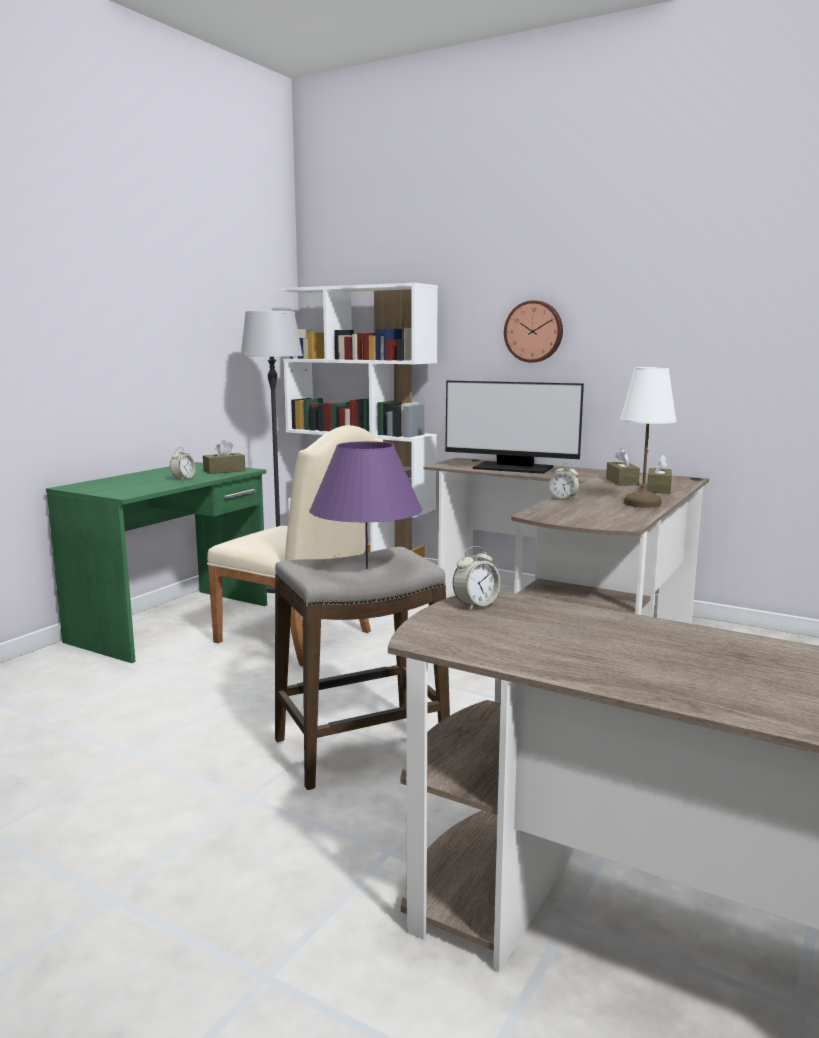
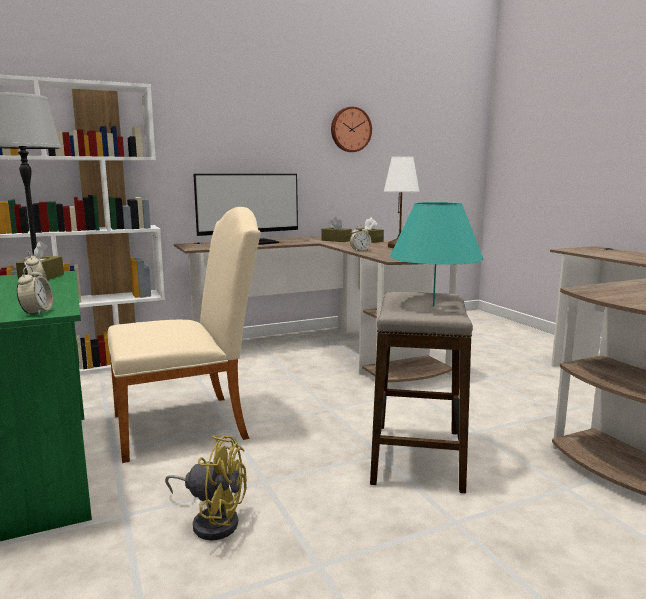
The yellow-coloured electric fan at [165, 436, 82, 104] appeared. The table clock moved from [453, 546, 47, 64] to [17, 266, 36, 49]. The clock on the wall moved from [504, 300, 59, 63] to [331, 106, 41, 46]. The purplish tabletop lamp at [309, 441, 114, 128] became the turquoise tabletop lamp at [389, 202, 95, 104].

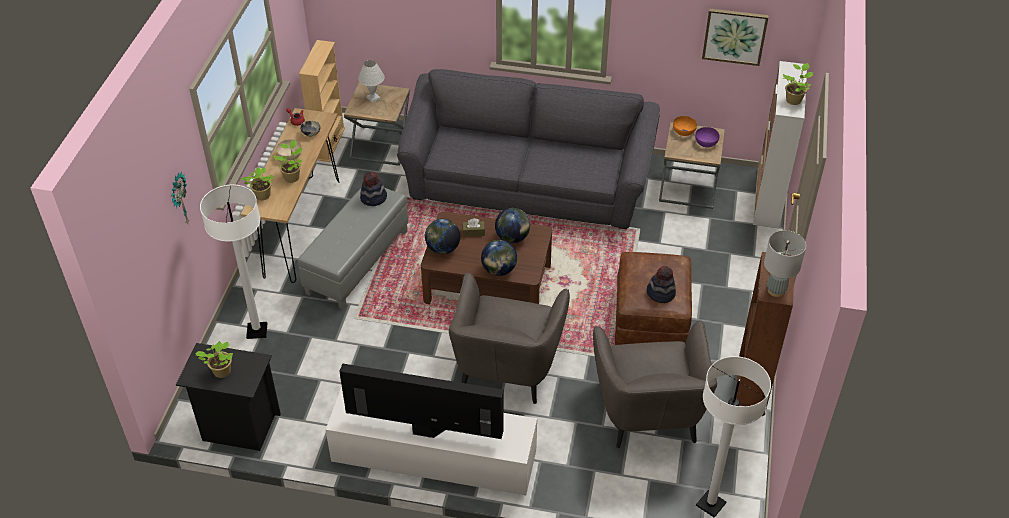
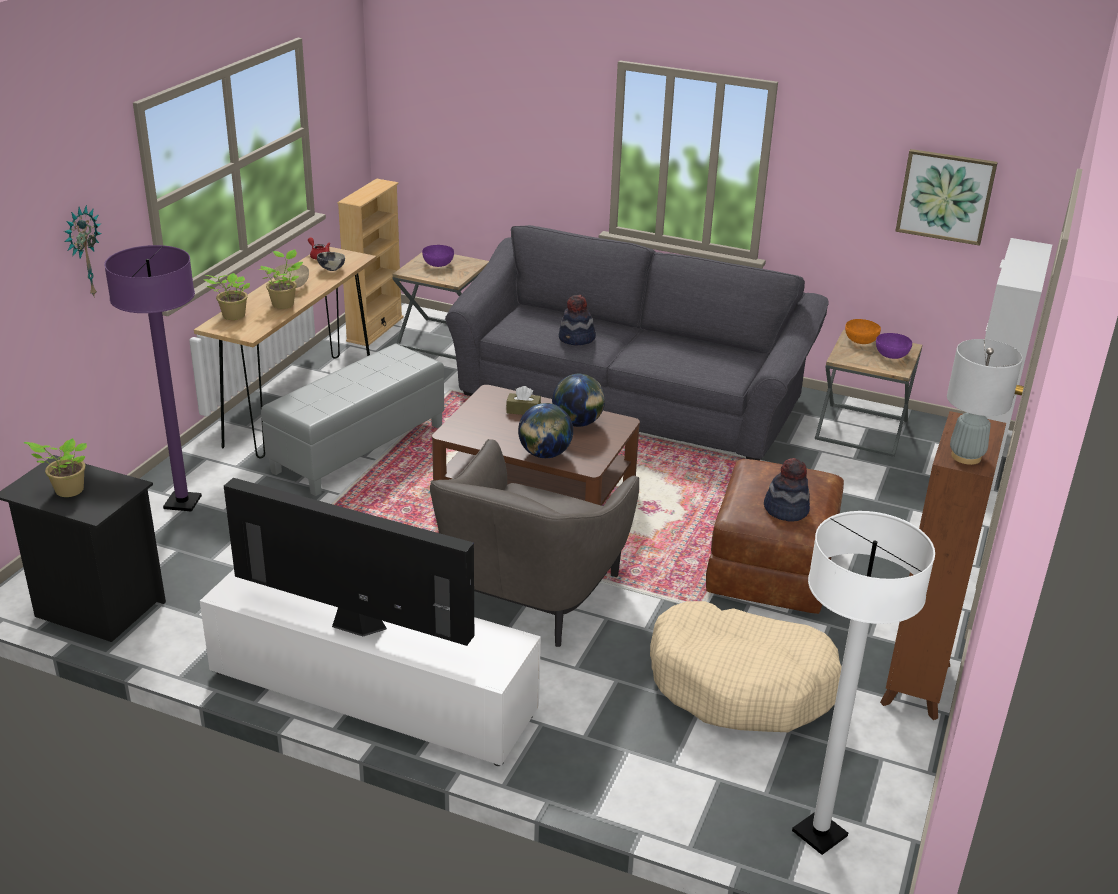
The desk globe at [425, 219, 35, 35] disappeared. The plant in a pot at [783, 63, 30, 42] disappeared. The wearable hat moved from [360, 172, 27, 34] to [559, 295, 37, 50]. The whitish tabletop lamp at [358, 60, 27, 43] was replaced by the purplish bowl at [422, 245, 32, 22]. The greyish easy chair at [593, 320, 124, 128] was replaced by the sand-coloured pet bed at [650, 601, 192, 131]. The whitish standing lamp at [200, 185, 67, 154] became the purplish standing lamp at [104, 245, 98, 267].

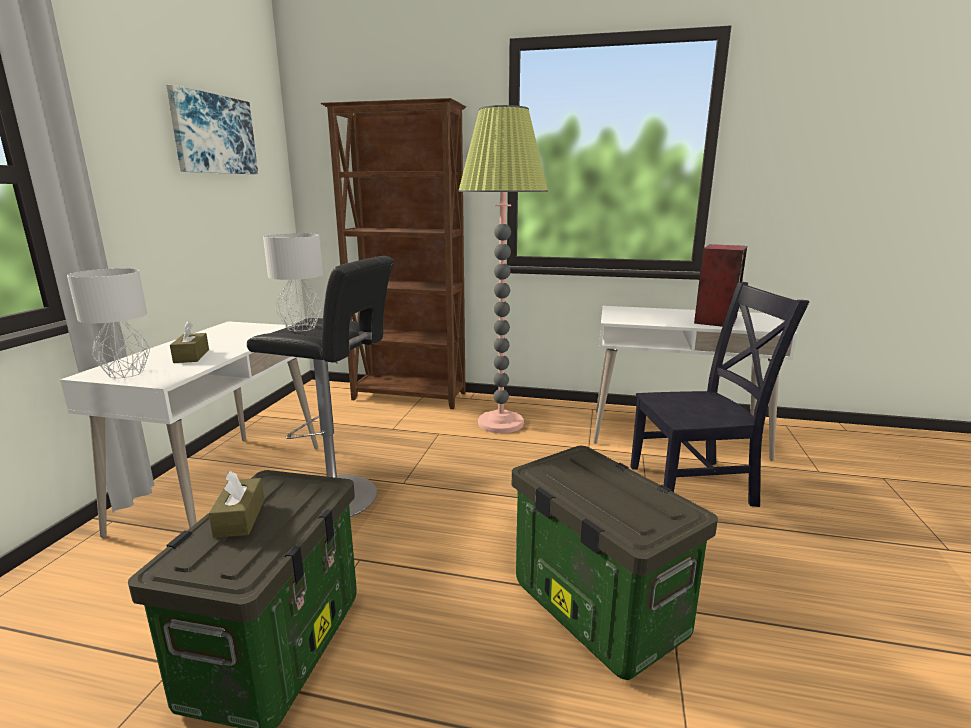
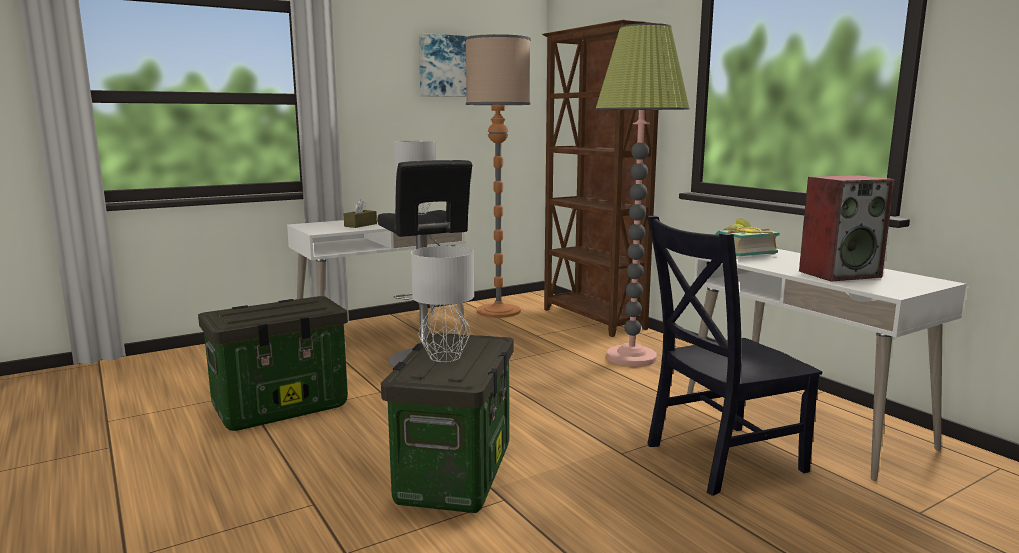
The brown tissue holder at [209, 471, 55, 67] disappeared. The standing lamp at [465, 34, 66, 284] appeared. The bound book at [715, 219, 65, 37] appeared. The greyish tabletop lamp moved from [67, 268, 83, 110] to [411, 246, 63, 116]. The blackish upright chair at [630, 282, 180, 225] turned 120 degrees clockwise.

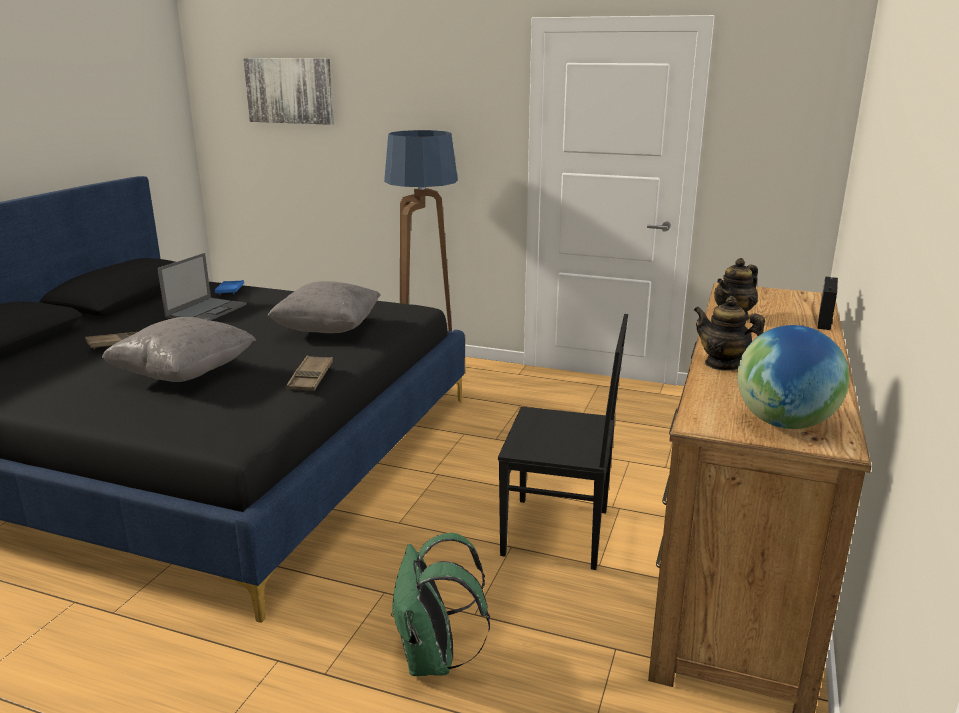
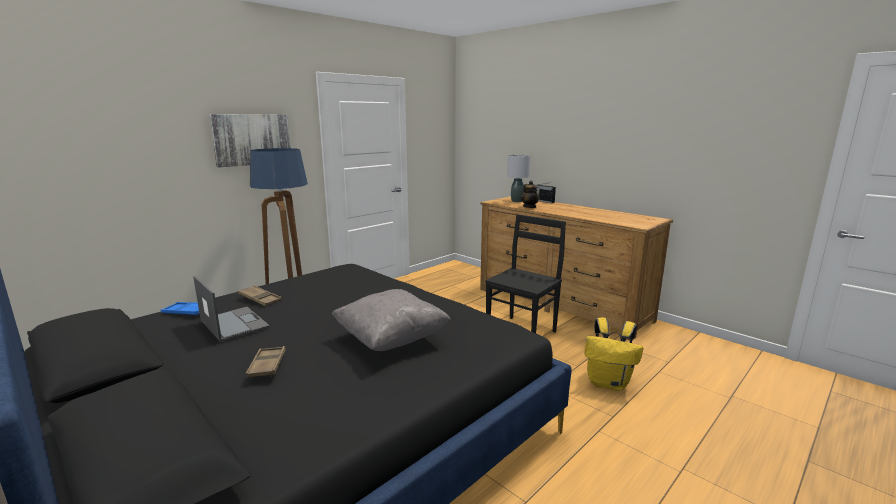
The greyish cushion at [267, 281, 114, 52] disappeared. The tea pot at [694, 296, 71, 75] disappeared. The desk globe at [737, 325, 112, 104] disappeared. The greyish tabletop lamp at [507, 155, 23, 47] appeared. The wall picture moved from [243, 58, 91, 67] to [209, 114, 82, 53]. The brown serving tray moved from [286, 355, 47, 36] to [238, 285, 44, 21]. The greenish backpack at [391, 533, 99, 143] became the yellow-coloured backpack at [585, 317, 58, 73].

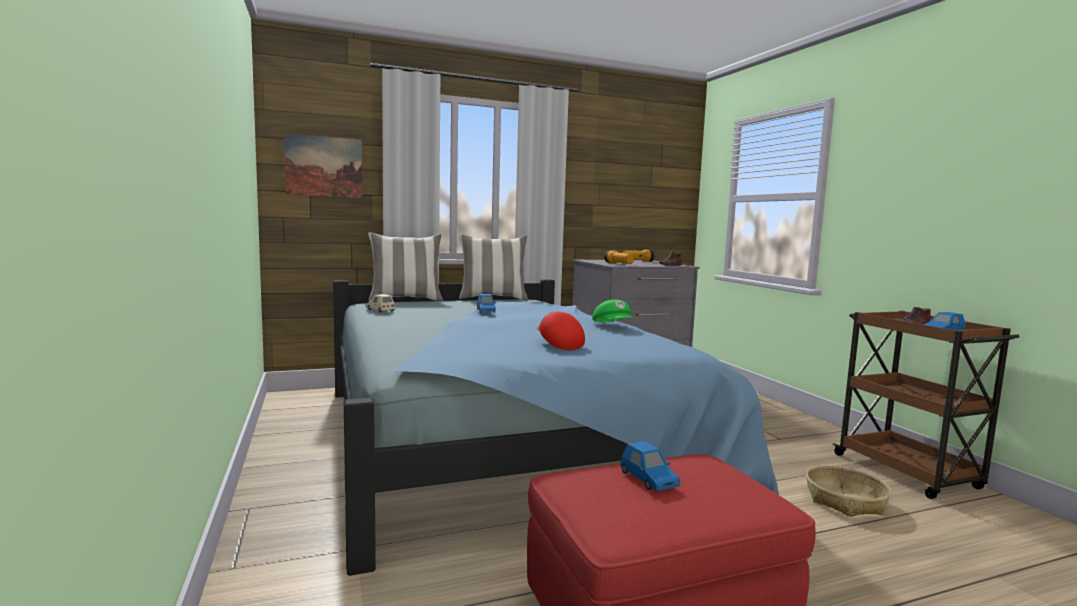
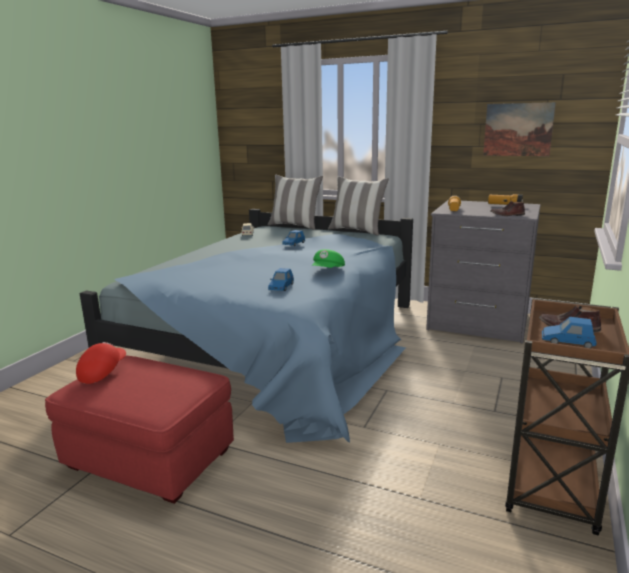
The basket at [806, 466, 85, 51] disappeared. The wall picture moved from [284, 134, 79, 64] to [483, 102, 73, 54]. The red baseball cap moved from [537, 311, 48, 39] to [76, 342, 50, 42]. The blue-coloured model car moved from [620, 441, 60, 50] to [268, 268, 26, 23].

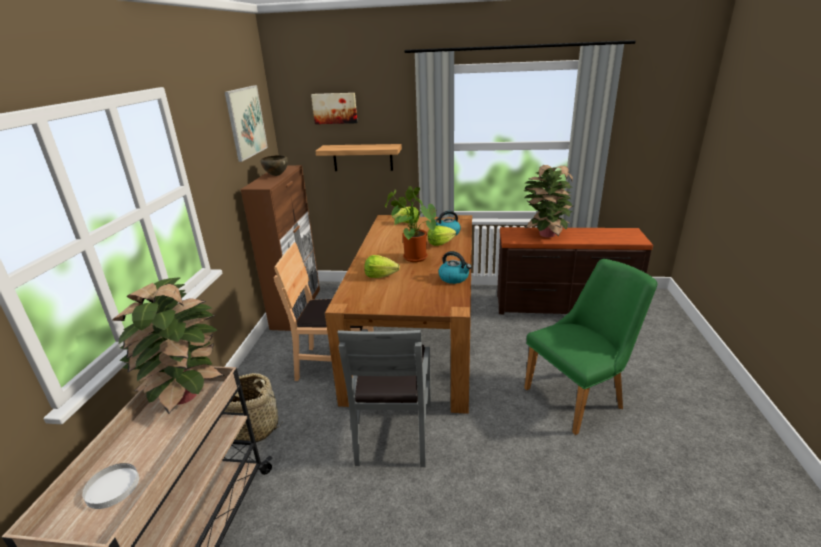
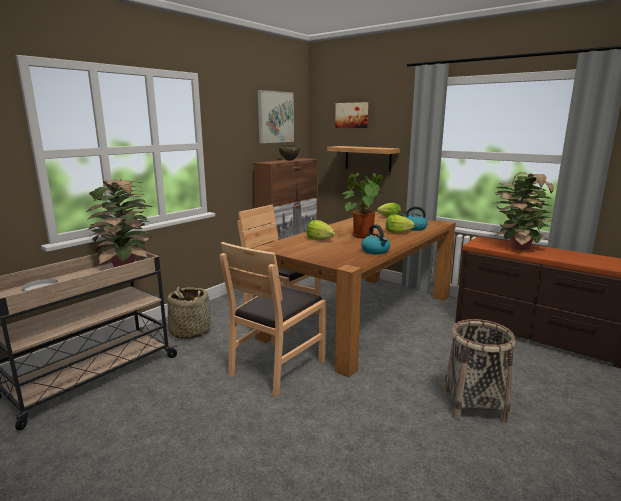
The greenish upright chair at [524, 259, 134, 176] was replaced by the basket at [444, 319, 72, 104]. The greyish upright chair at [338, 330, 93, 137] became the brown upright chair at [220, 242, 106, 155].

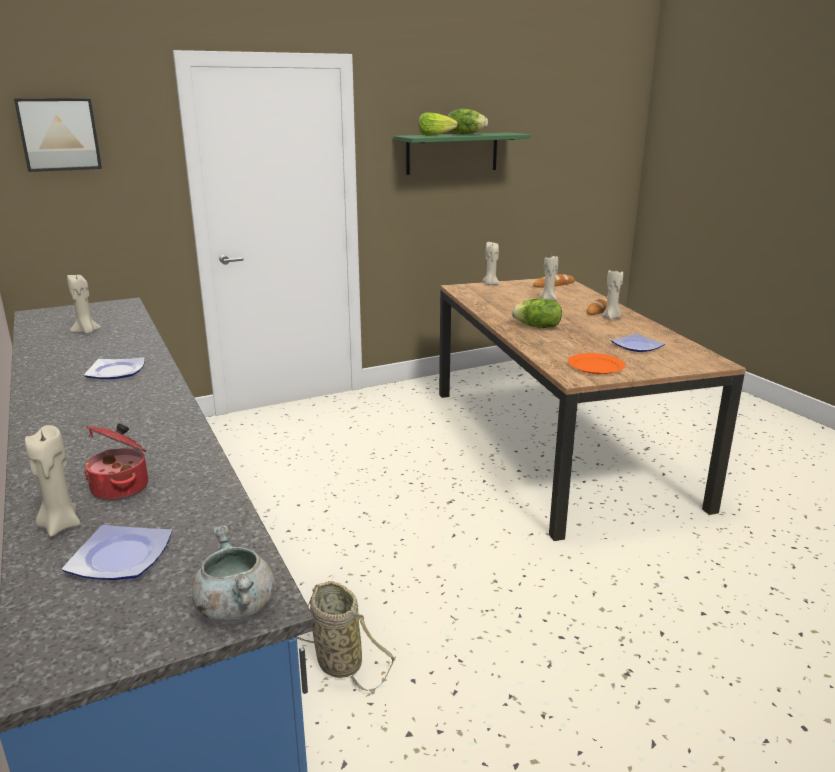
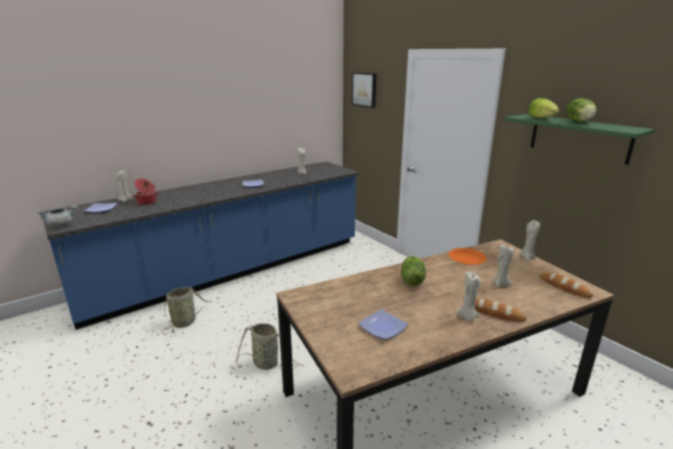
The basket at [236, 323, 68, 47] appeared. The orangey flat dish moved from [568, 353, 57, 21] to [448, 248, 39, 17].

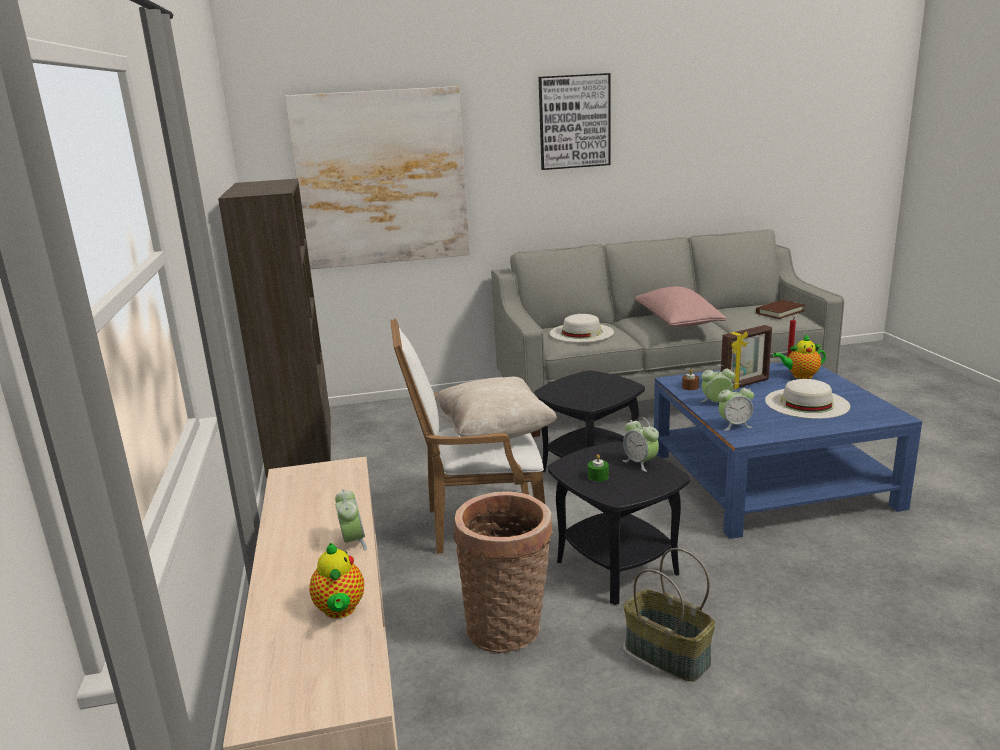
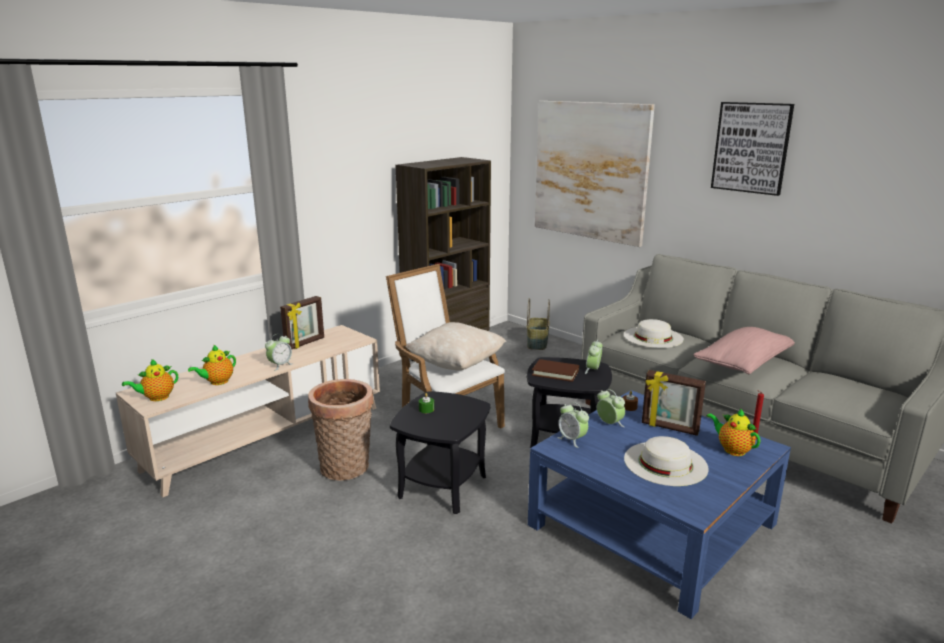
The tea pot at [122, 359, 56, 42] appeared. The standing frame at [280, 296, 44, 53] appeared. The table clock moved from [622, 417, 37, 55] to [585, 339, 17, 35]. The basket moved from [624, 548, 91, 133] to [527, 298, 23, 52]. The brown bound book moved from [756, 300, 49, 19] to [532, 359, 47, 23].

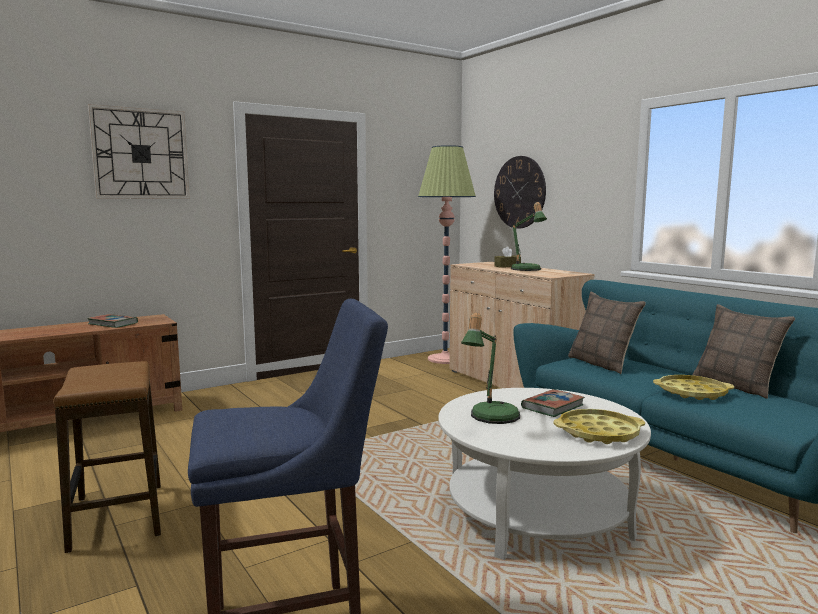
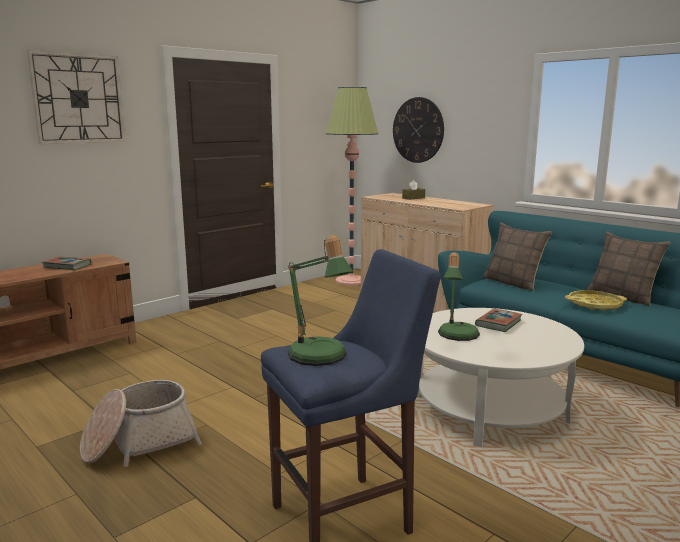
The yellow-coloured serving tray at [553, 409, 92, 35] disappeared. The tabletop lamp moved from [511, 202, 36, 69] to [288, 235, 66, 131]. The stool at [53, 361, 108, 192] was replaced by the basket at [80, 380, 122, 87].

